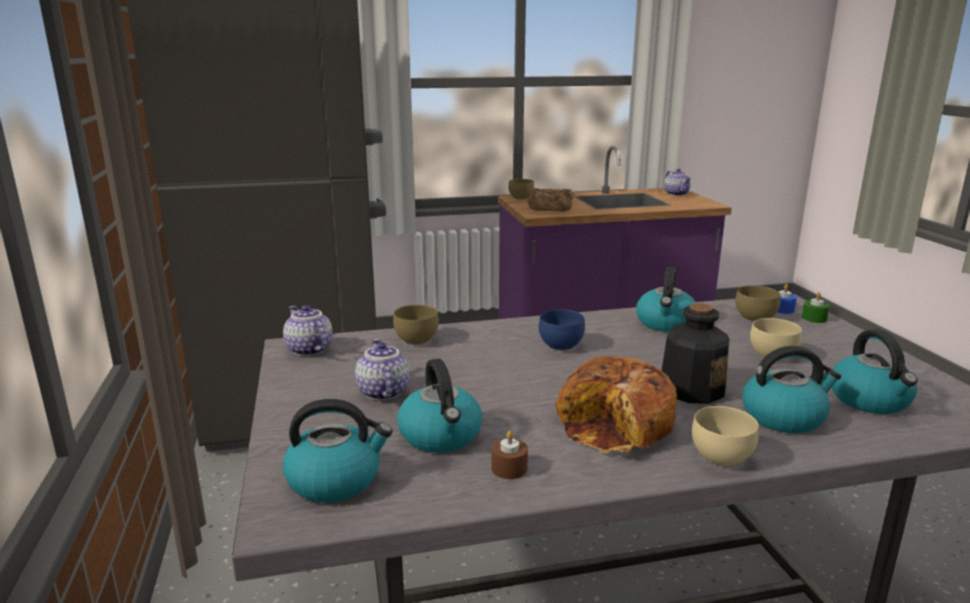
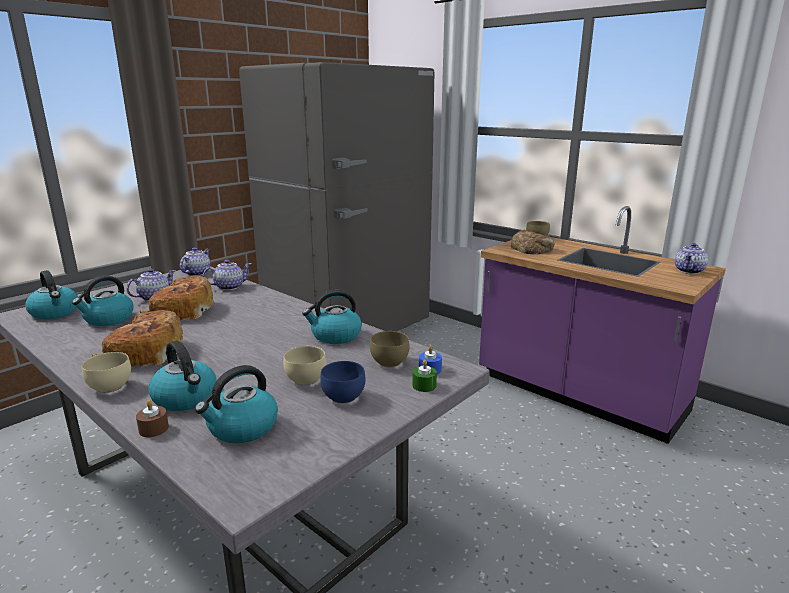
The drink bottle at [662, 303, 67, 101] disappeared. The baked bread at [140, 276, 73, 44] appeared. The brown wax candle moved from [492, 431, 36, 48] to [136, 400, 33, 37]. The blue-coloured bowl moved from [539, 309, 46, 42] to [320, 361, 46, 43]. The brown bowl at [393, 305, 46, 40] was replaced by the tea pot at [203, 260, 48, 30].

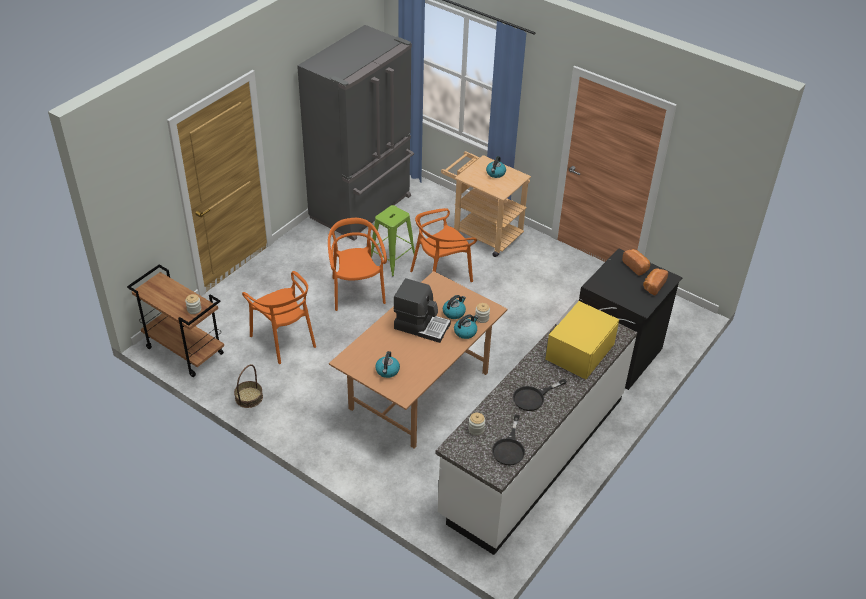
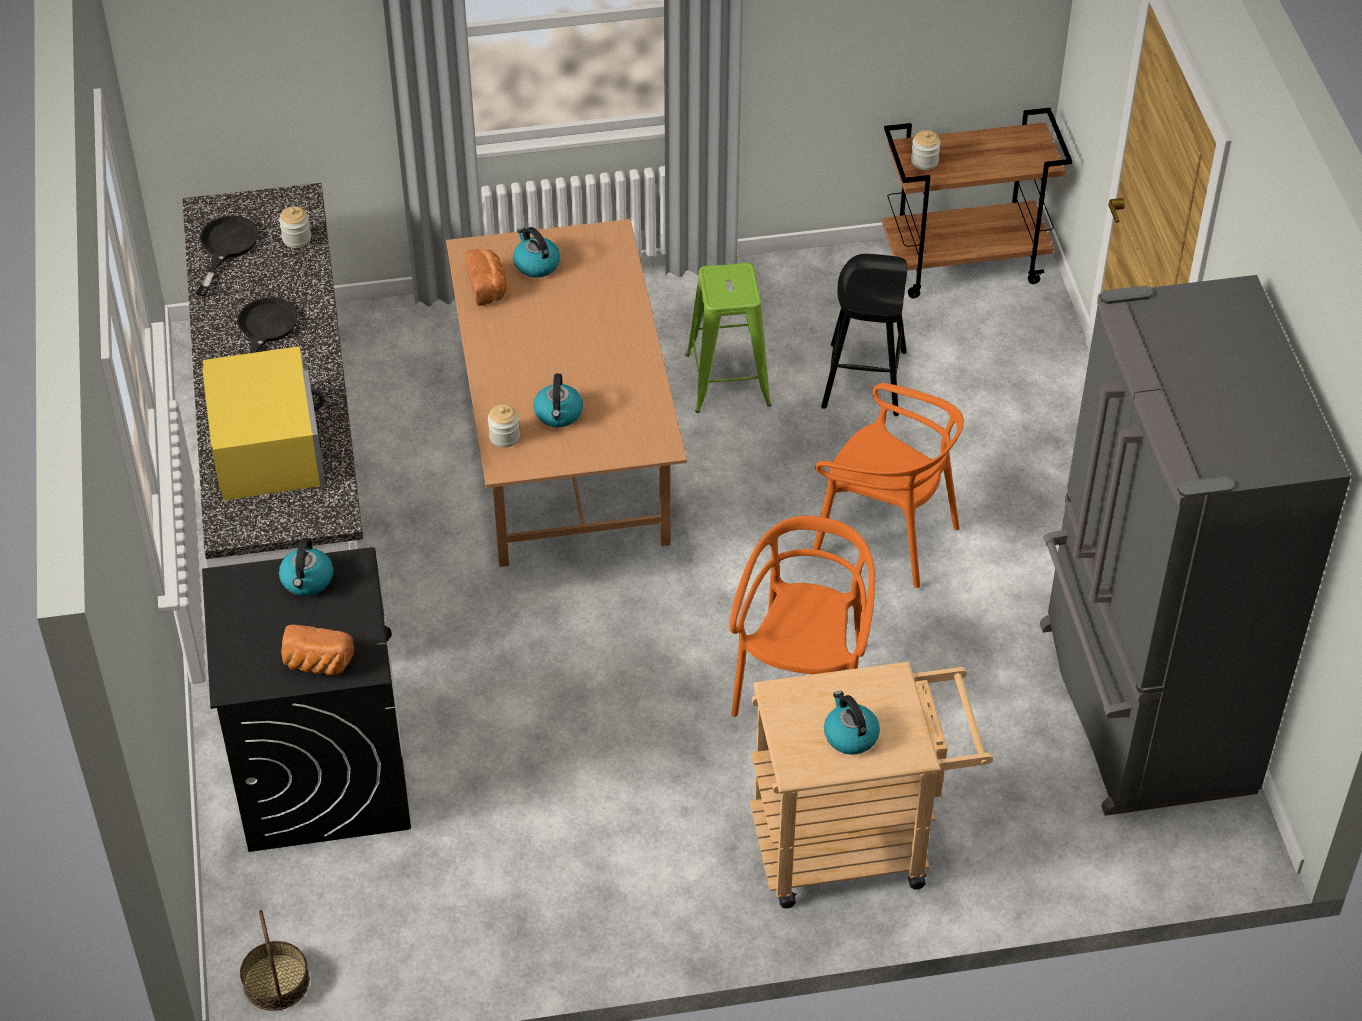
The coffee brewer at [394, 278, 57, 65] disappeared. The basket moved from [234, 364, 29, 44] to [240, 910, 70, 101]. The greenish stool moved from [371, 205, 46, 71] to [685, 262, 87, 151]. The tea kettle moved from [454, 314, 24, 25] to [279, 538, 54, 58]. The baked bread moved from [643, 269, 25, 26] to [466, 249, 41, 57]. The orangey upright chair at [242, 271, 74, 93] was replaced by the blackish stool at [821, 254, 87, 162]. The blackish pan at [492, 414, 33, 51] turned 45 degrees clockwise.

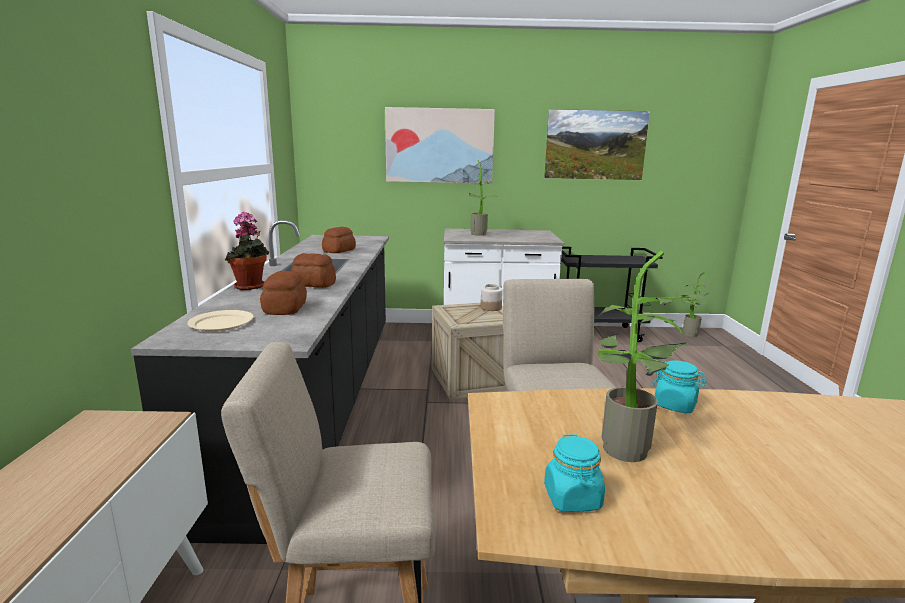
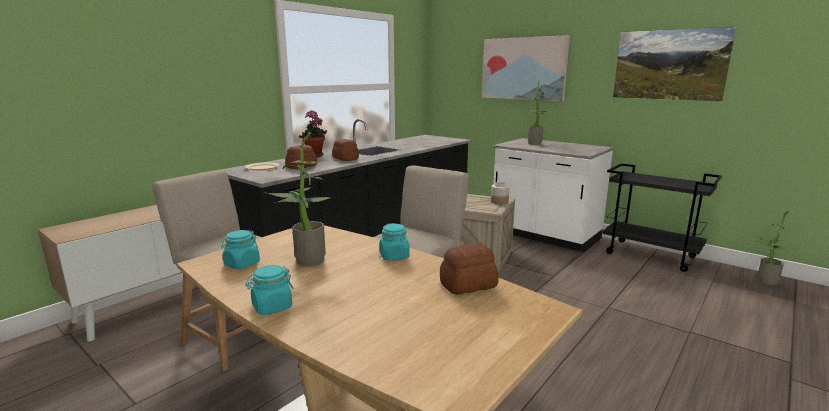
The turquoise storage jar at [245, 265, 49, 50] appeared. The baked bread moved from [322, 227, 34, 26] to [440, 244, 59, 51].

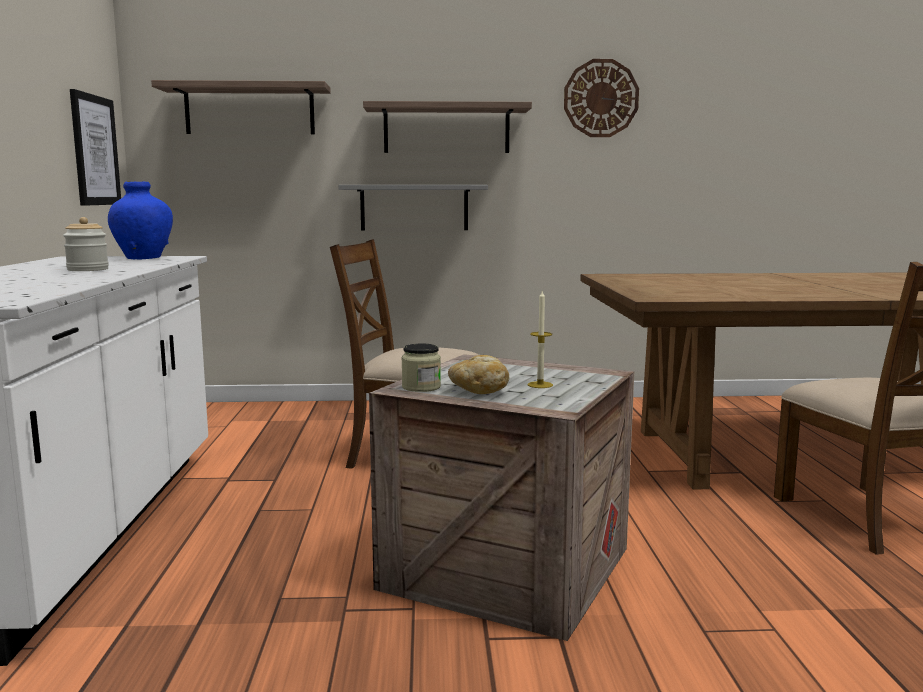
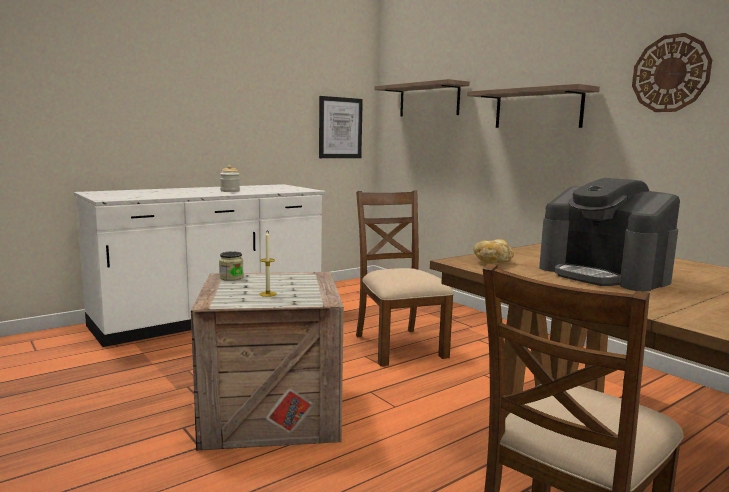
The blue-coloured vase at [108, 181, 65, 78] disappeared. The greyish bracket shelf at [338, 185, 150, 45] disappeared. The coffee brewer at [539, 178, 141, 113] appeared. The baked bread moved from [448, 355, 61, 39] to [473, 239, 41, 24].

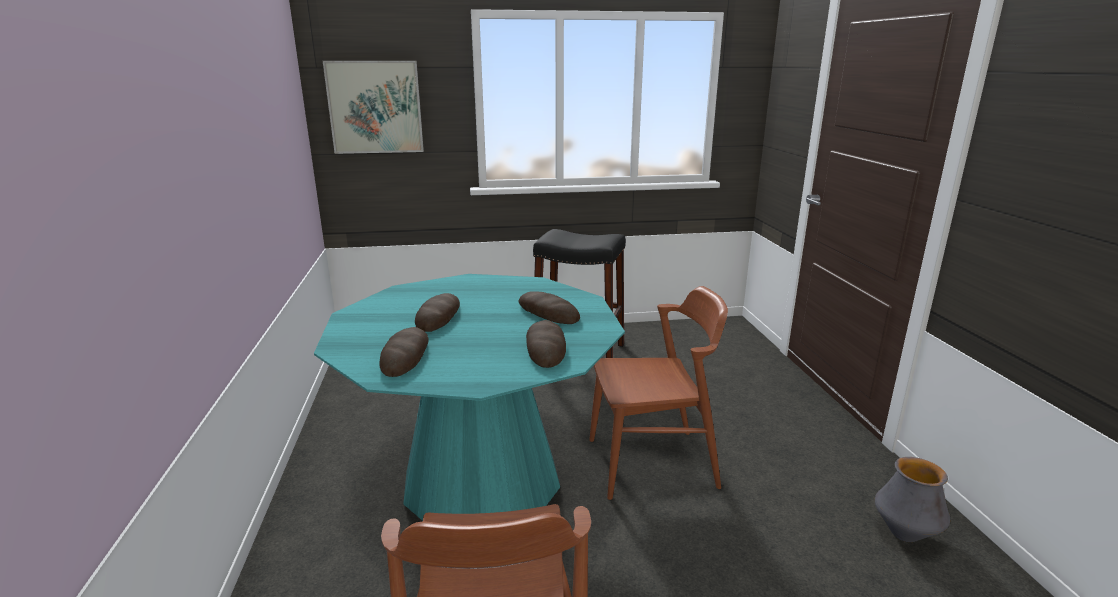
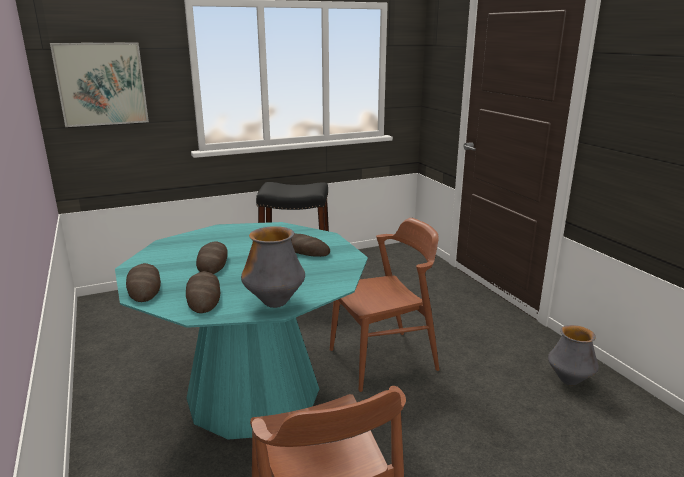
The vase at [241, 226, 64, 82] appeared. The baked bread moved from [526, 320, 40, 48] to [126, 263, 35, 39].

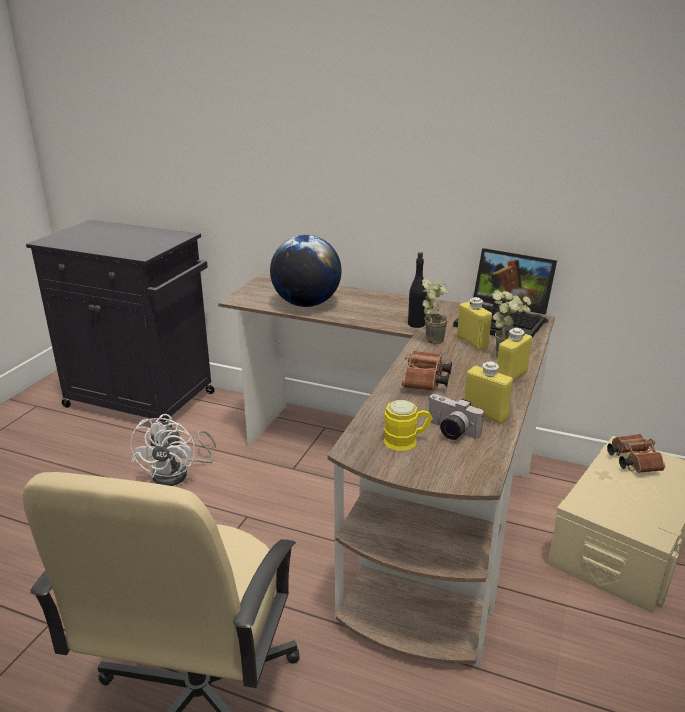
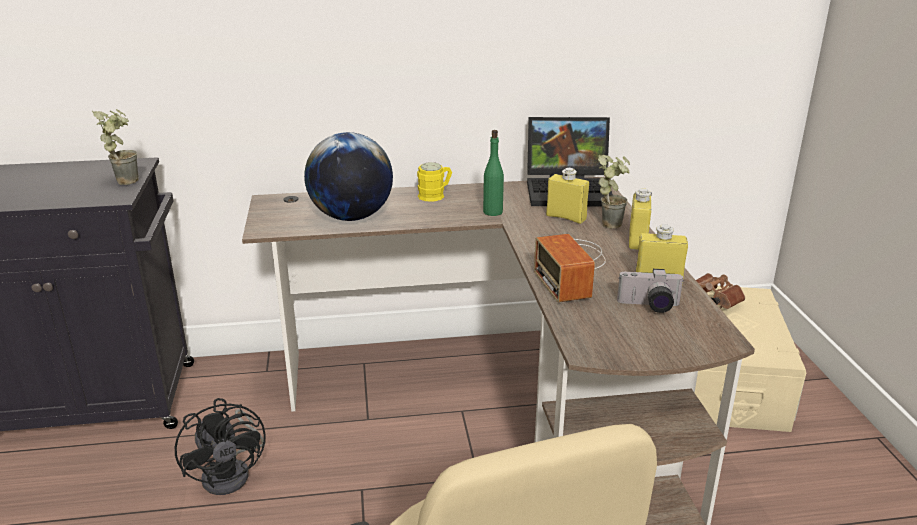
The yellow-coloured coffee mug moved from [383, 400, 49, 51] to [417, 162, 35, 39]. The plant in a pot moved from [422, 279, 27, 65] to [92, 109, 46, 76]. The brown pair of binoculars at [402, 350, 50, 41] was replaced by the radio set at [534, 234, 72, 68]. The whitish electric fan at [130, 414, 86, 72] became the blackish electric fan at [175, 398, 90, 97]. The blackish drink bottle at [408, 252, 19, 76] became the greenish drink bottle at [483, 130, 21, 86].

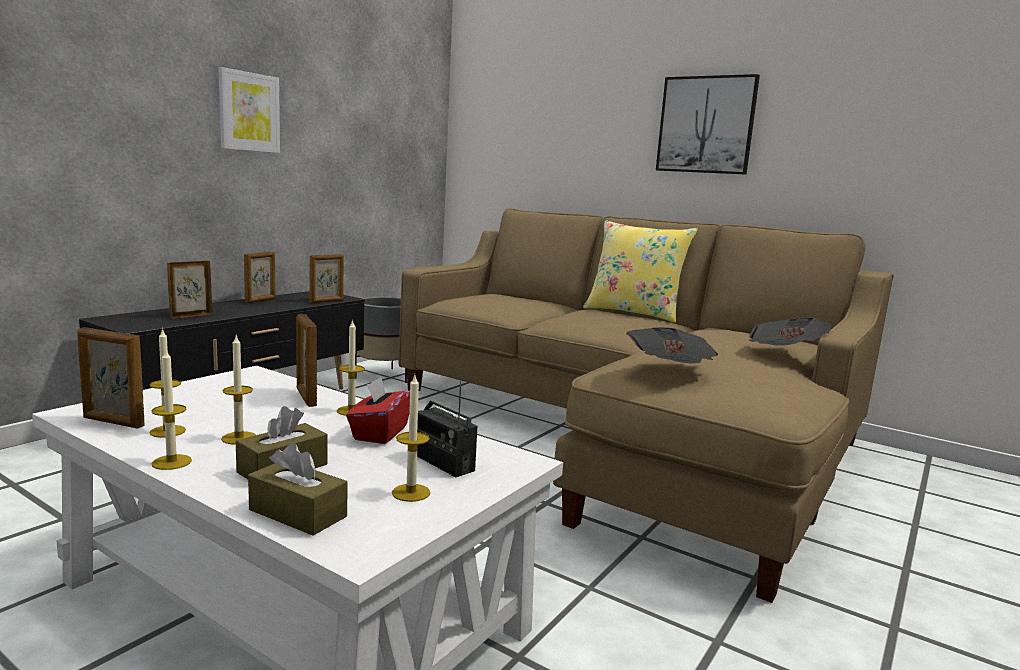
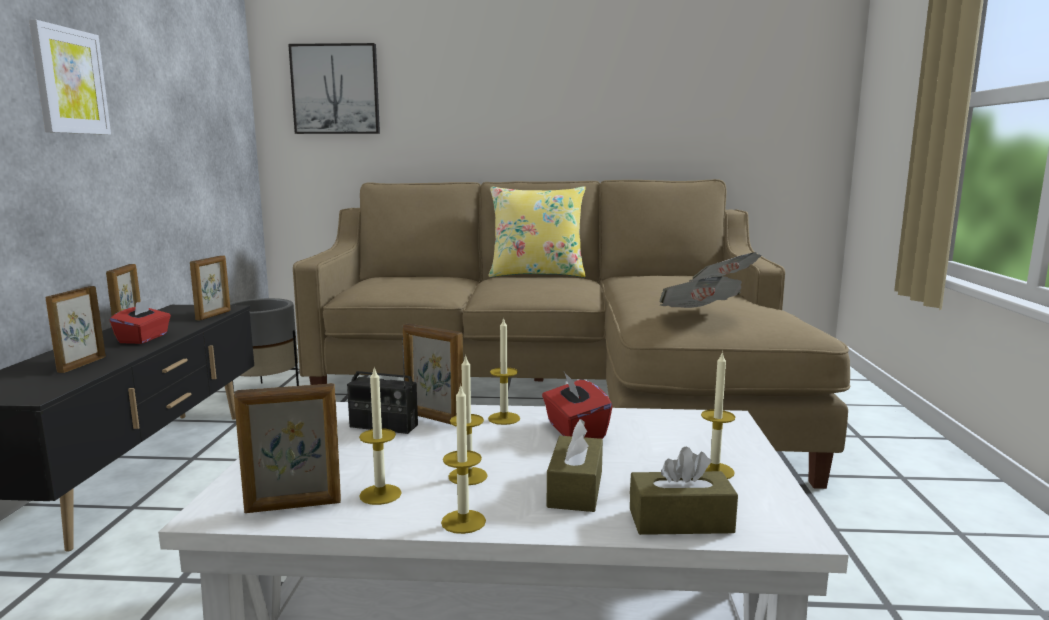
The red tissue holder at [110, 298, 61, 46] appeared. The radio set moved from [417, 375, 60, 103] to [347, 337, 71, 97]. The wall picture moved from [656, 74, 104, 101] to [288, 43, 92, 91].

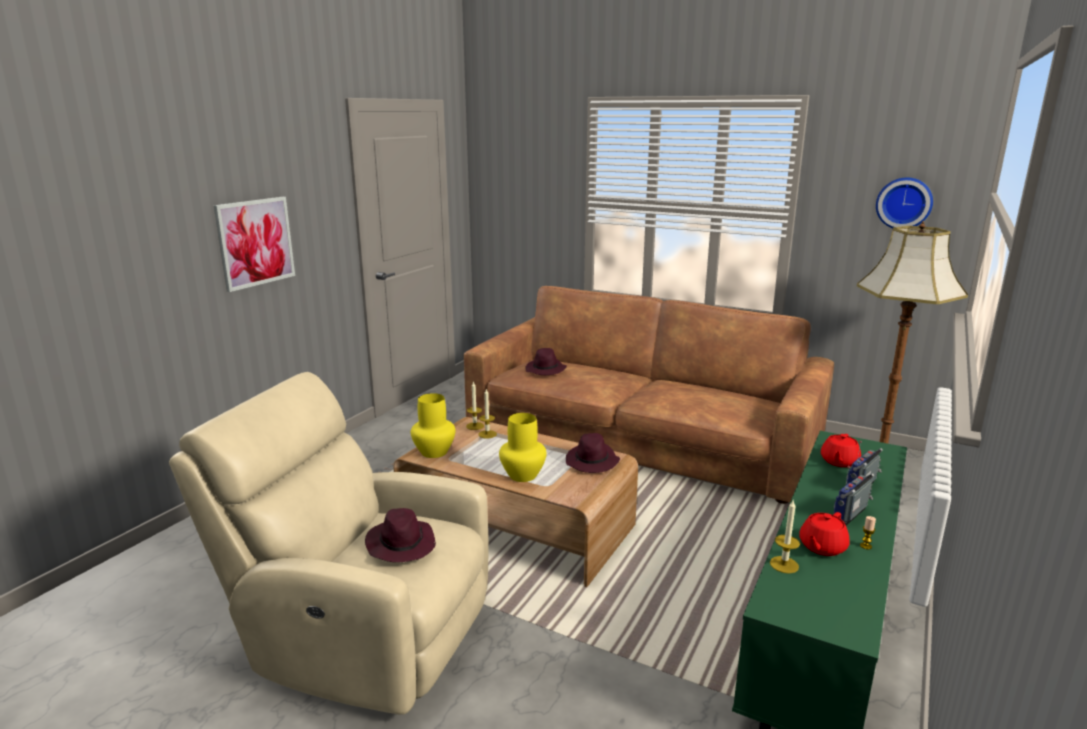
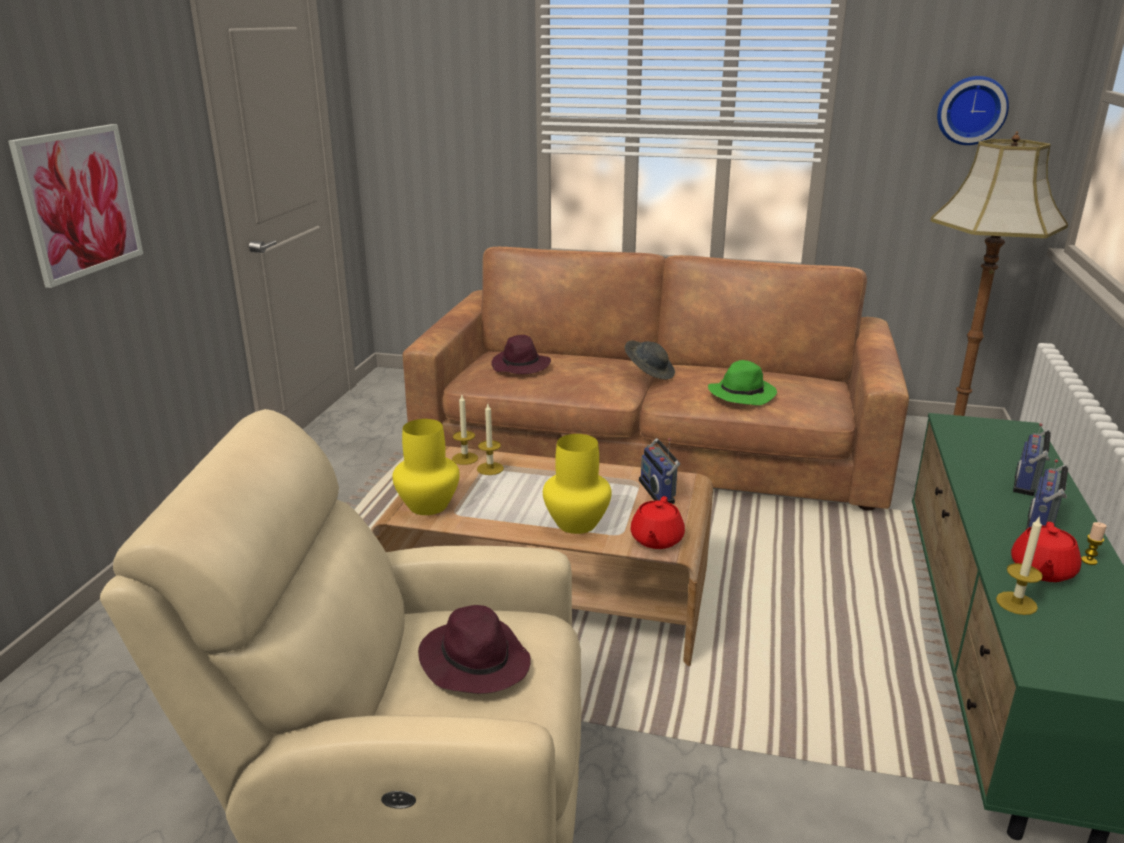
The greyish wearable hat at [625, 340, 50, 40] appeared. The greenish wearable hat at [708, 360, 69, 46] appeared. The red tea pot moved from [821, 434, 40, 33] to [630, 496, 55, 53]. The purplish wearable hat at [566, 433, 54, 40] was replaced by the radio set at [639, 438, 41, 66].

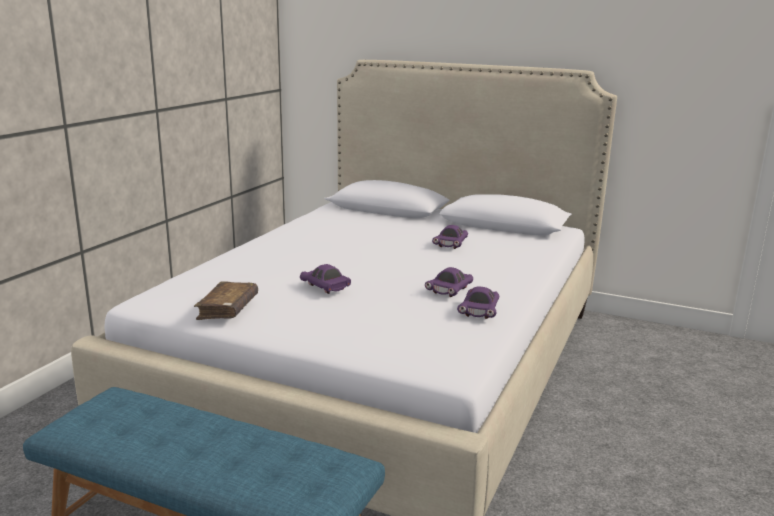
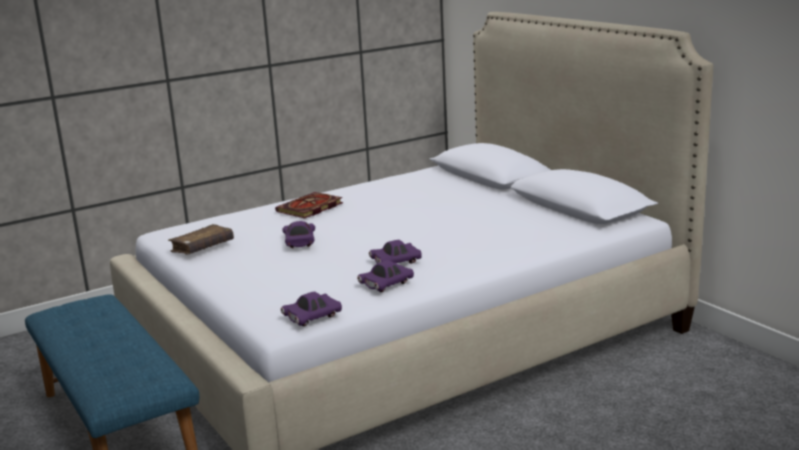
The bound book at [275, 192, 68, 27] appeared. The purplish model car moved from [432, 225, 36, 24] to [281, 292, 61, 34].

